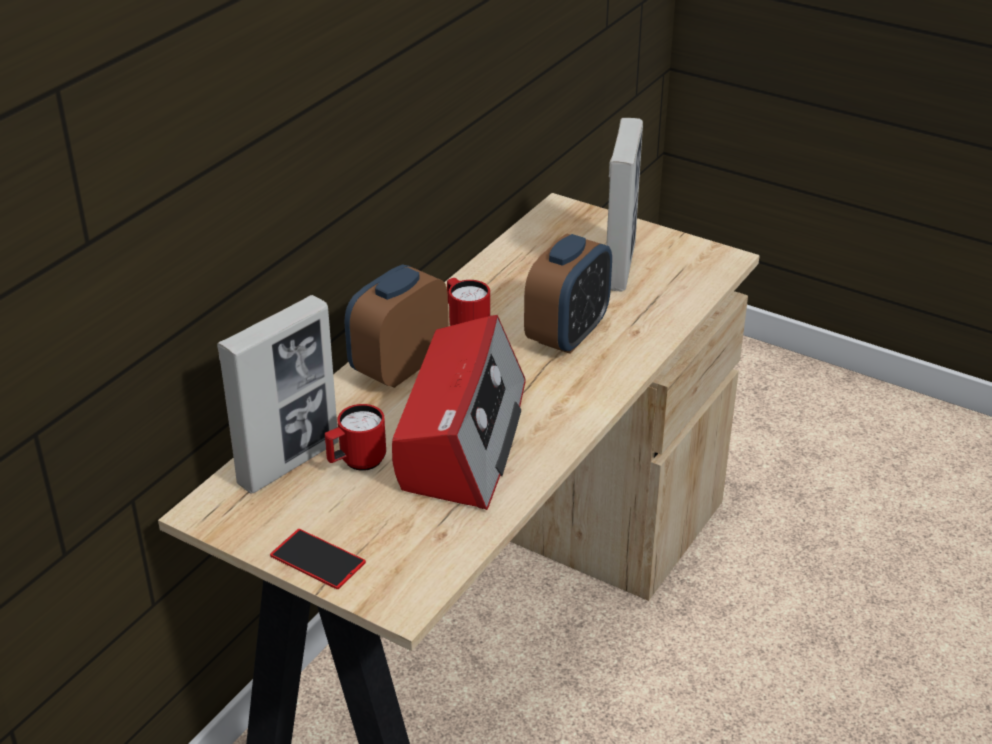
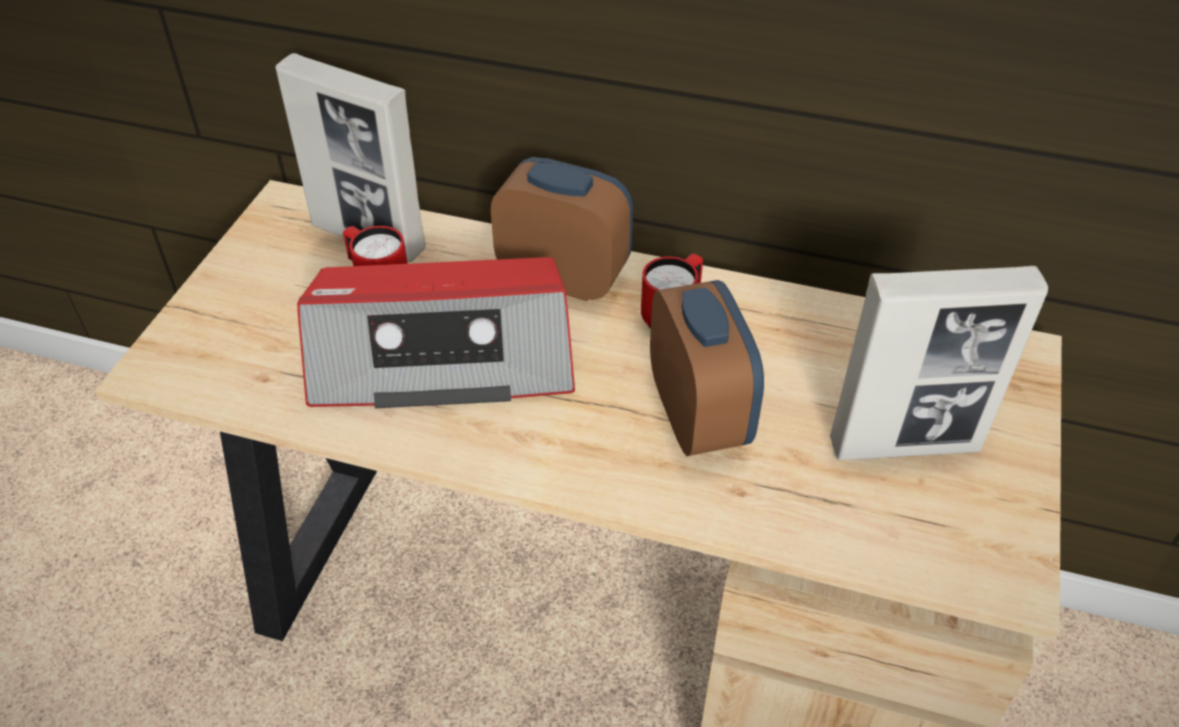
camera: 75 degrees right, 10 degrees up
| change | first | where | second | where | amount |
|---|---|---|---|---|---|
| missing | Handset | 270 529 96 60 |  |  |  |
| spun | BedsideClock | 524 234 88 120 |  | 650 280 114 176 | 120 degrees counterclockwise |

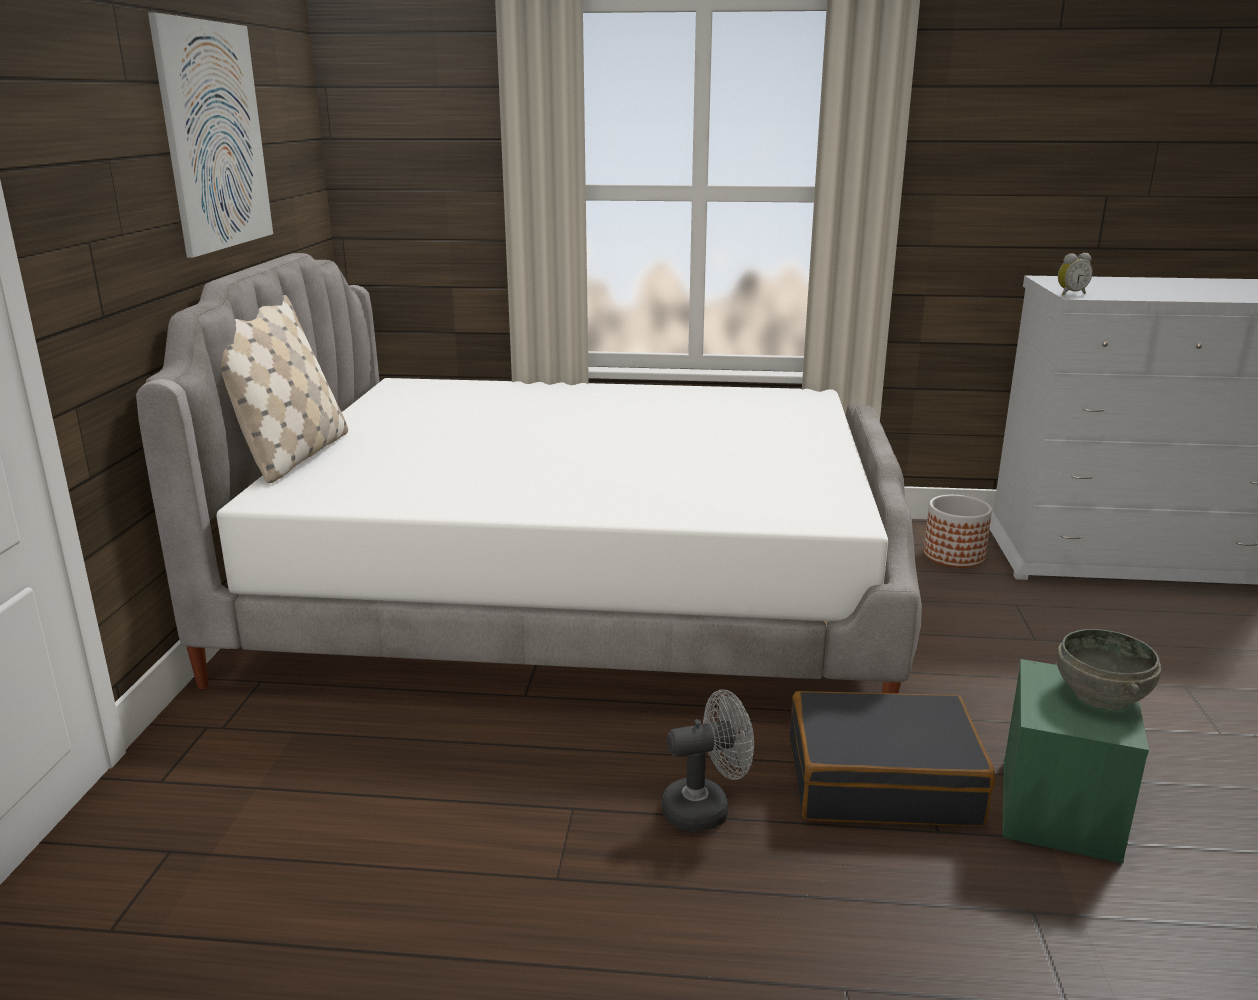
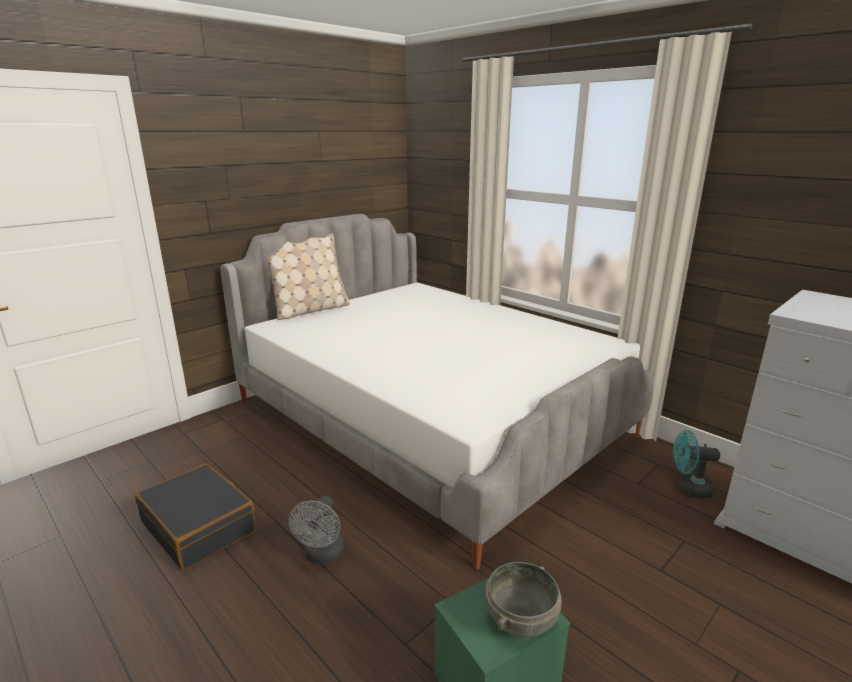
camera: 40 degrees right, 0 degrees up
| change | first | where | second | where | amount |
|---|---|---|---|---|---|
| missing | WallArt | 148 12 125 246 |  |  |  |
| missing | BedsideClock | 1058 253 35 43 |  |  |  |
| relocated | BlackishPieceOfLuggage | 790 691 205 135 |  | 135 463 121 107 |  |
| exchanged | FlowerPot | 924 495 68 73 | TurquoiseColouredCoolingFan | 673 430 47 69 |  |
| spun | GreyCoolingFan | 662 689 92 143 |  | 289 496 55 68 | 75 degrees clockwise |

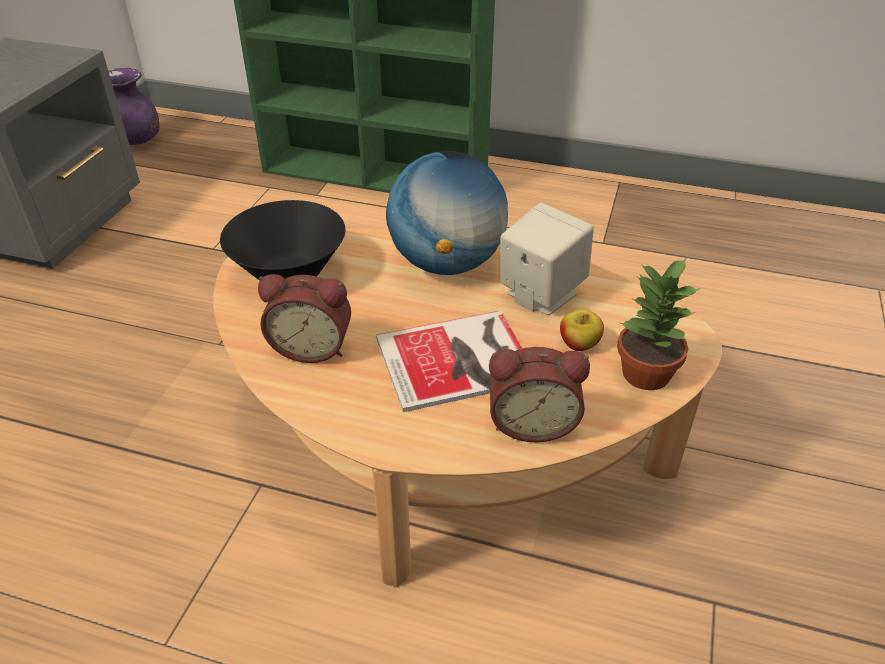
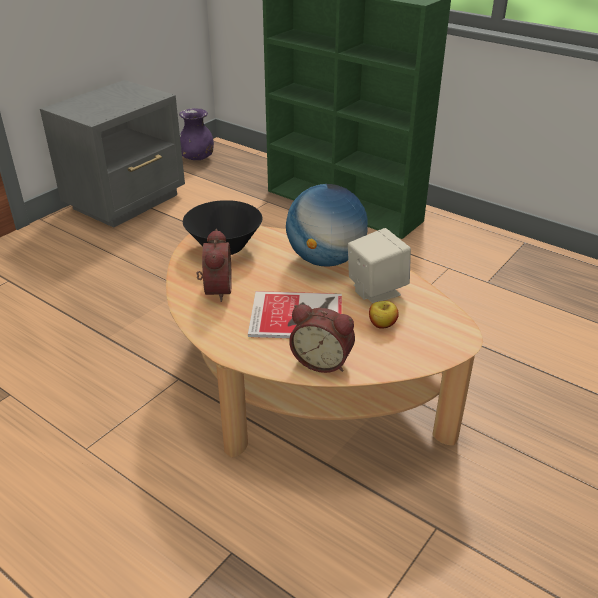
camera: 20 degrees right, 5 degrees down
| change | first | where | second | where | amount |
|---|---|---|---|---|---|
| missing | PlantInAPot | 617 257 84 133 |  |  |  |
| spun | BedsideClock | 258 274 93 89 |  | 196 229 36 73 | 120 degrees counterclockwise |

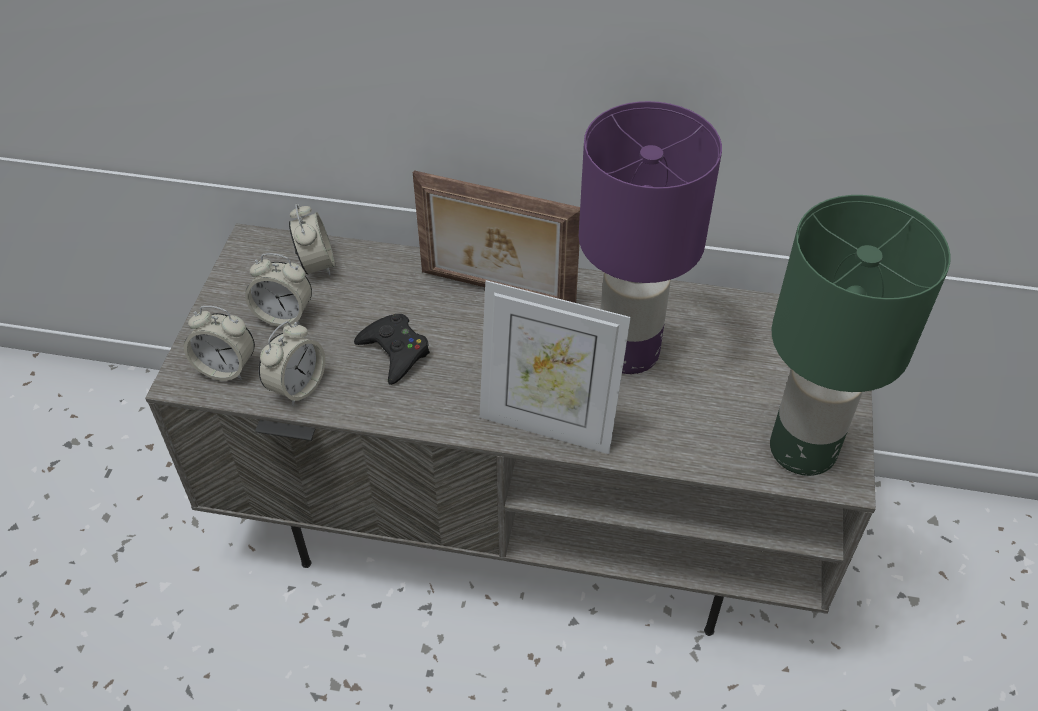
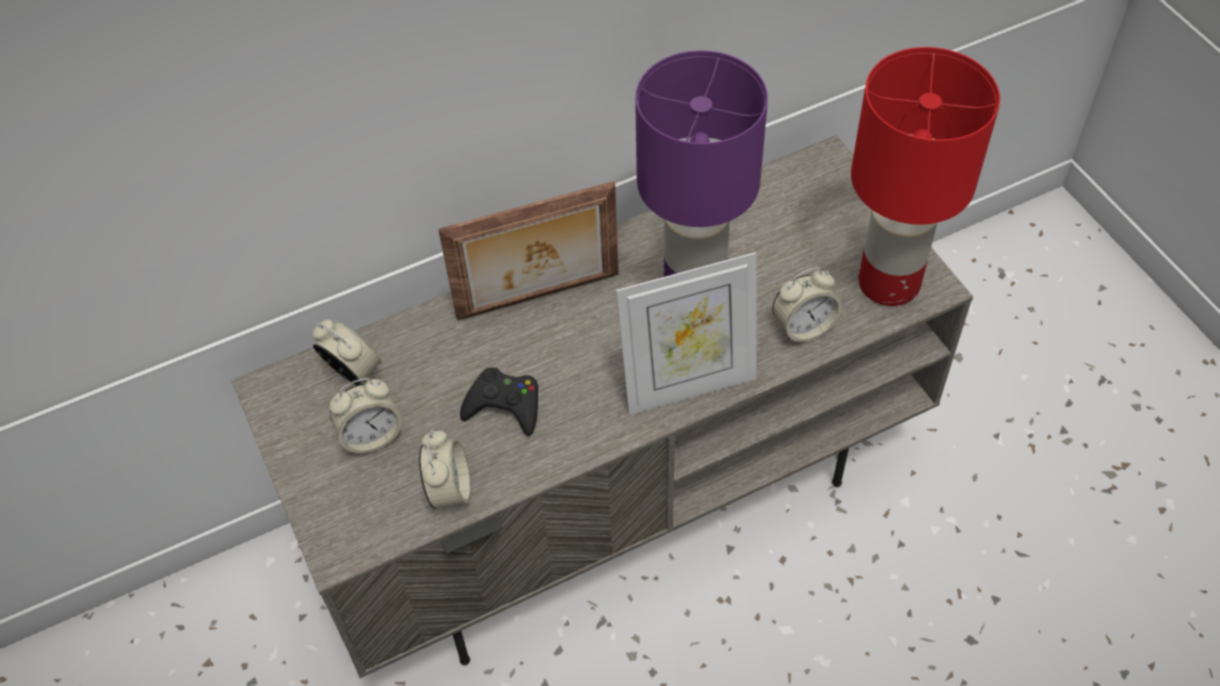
camera: 35 degrees left, 5 degrees up
| change | first | where | second | where | amount |
|---|---|---|---|---|---|
| relocated | BedsideClock | 184 306 71 75 |  | 772 268 70 75 |  |
| colour | GreenishTableLamp | 770 195 181 281 | ReddishTableLamp | 851 47 149 259 |  |

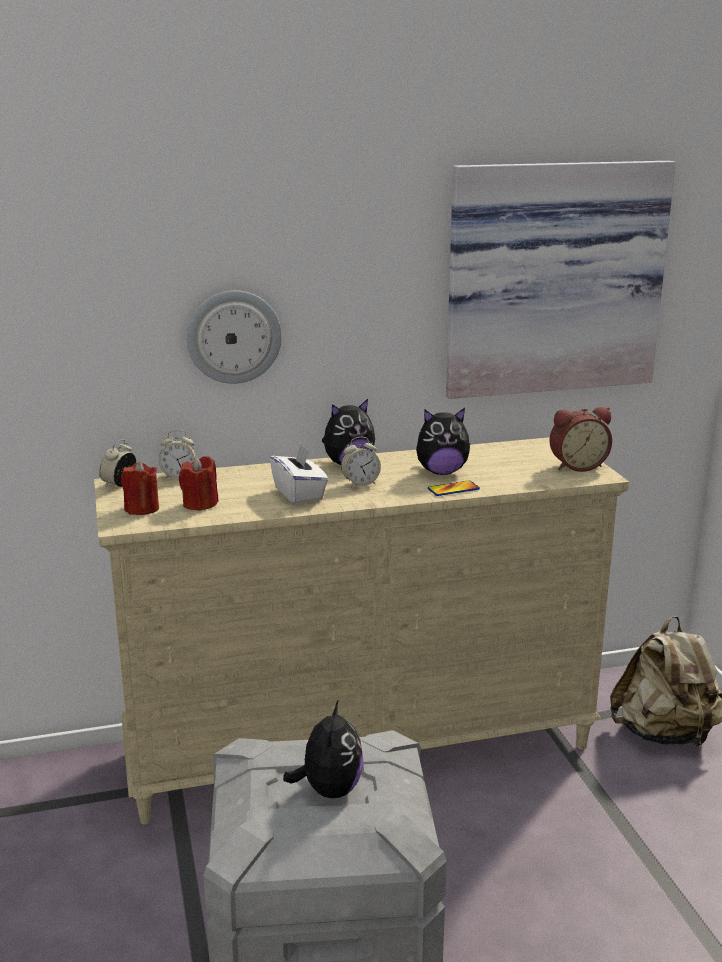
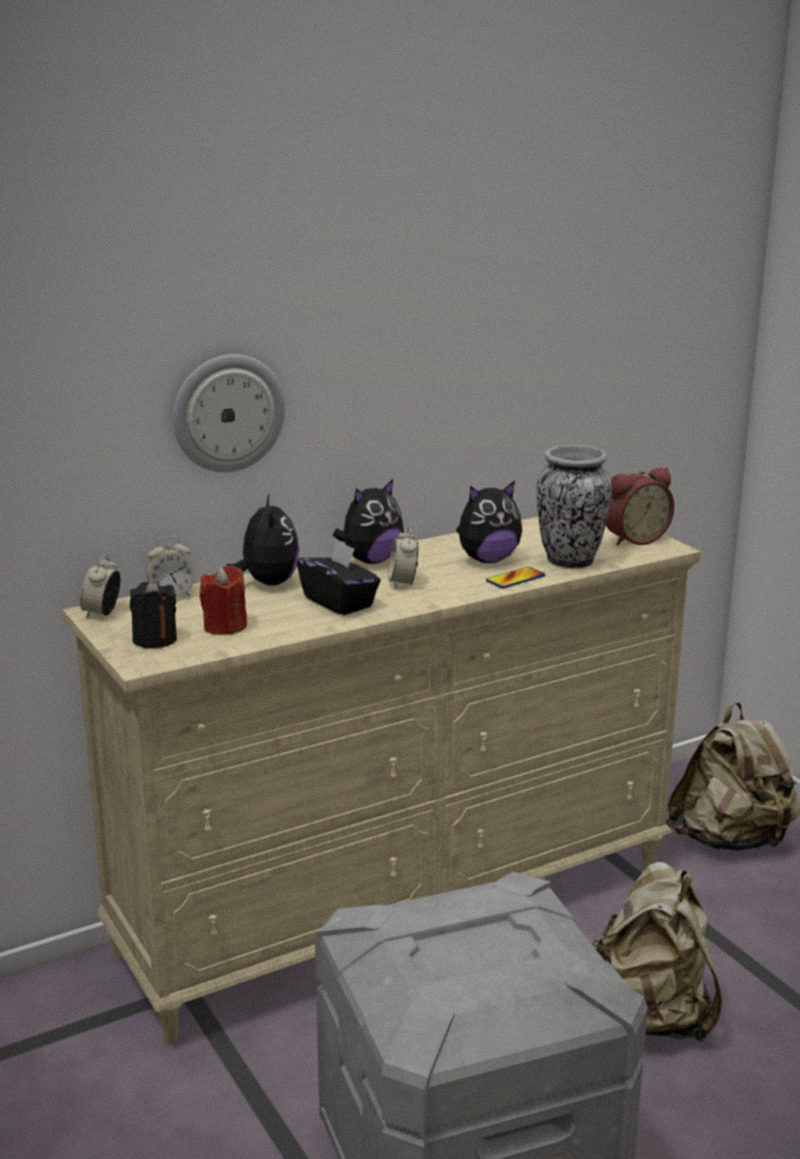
camera: 15 degrees left, 0 degrees up
| change | first | where | second | where | amount |
|---|---|---|---|---|---|
| missing | WallArt | 446 161 230 238 |  |  |  |
| appeared |  |  | FlowerVase | 536 445 76 124 |  |
| appeared |  |  | BeigeRucksack | 592 862 130 180 |  |
| relocated | CuddlyToy | 283 699 81 99 |  | 226 493 74 93 |  |
| colour | ReddishWaxCandle | 121 462 38 53 | BlackishWaxCandle | 130 580 47 69 |  |
| colour | WhiteColouredBoxOfTissues | 270 444 58 61 | BlackishBoxOfTissues | 297 540 84 75 |  |
| spun | BedsideClock | 341 437 40 50 |  | 388 526 30 62 | 120 degrees clockwise |

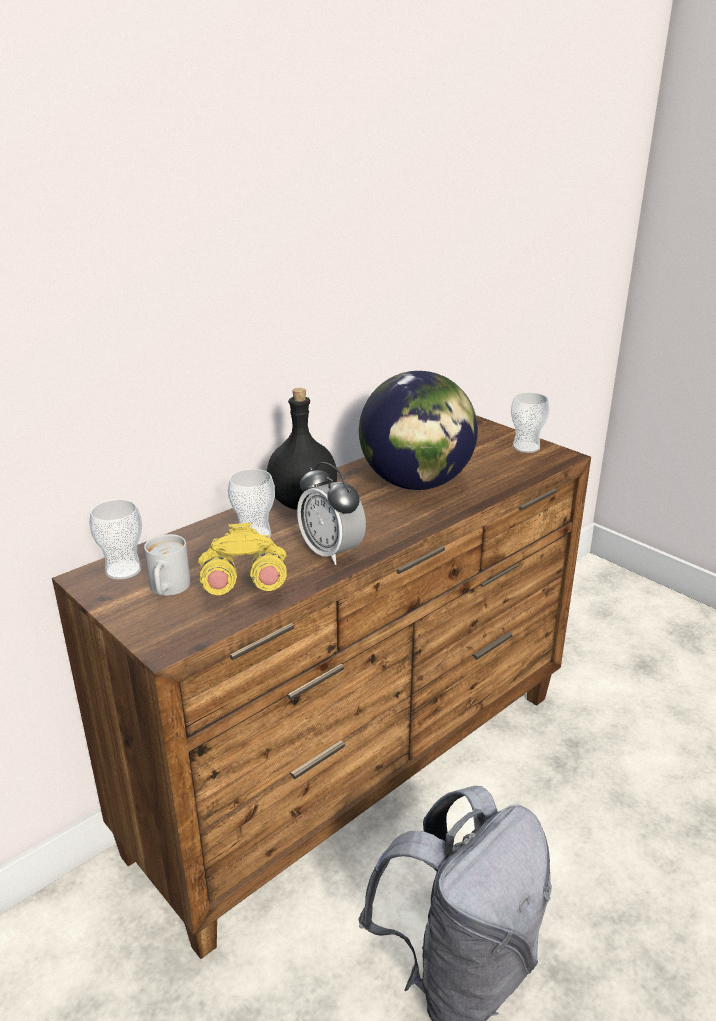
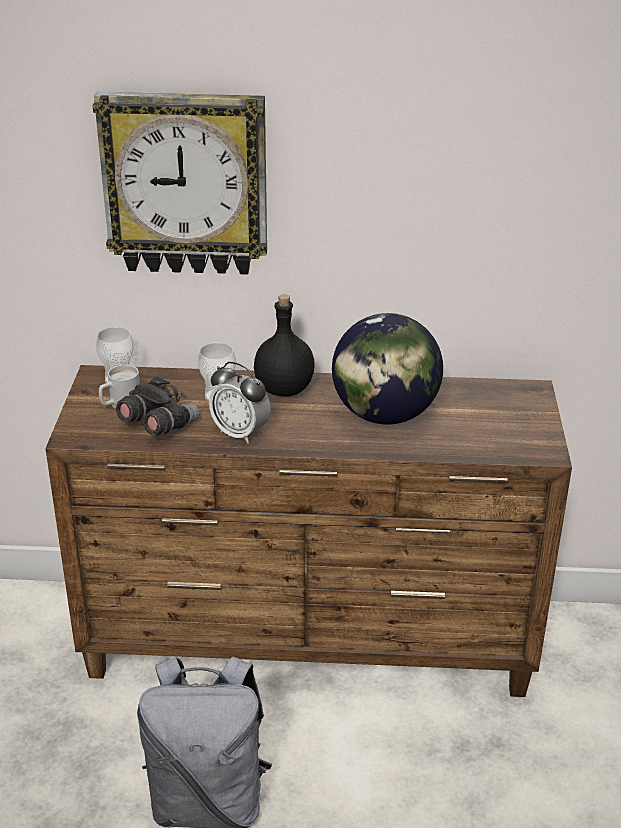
camera: 45 degrees right, 5 degrees up
| change | first | where | second | where | amount |
|---|---|---|---|---|---|
| missing | Cup | 511 392 39 61 |  |  |  |
| appeared |  |  | HangingClock | 93 92 174 183 |  |
| colour | YellowFieldGlasses | 198 523 89 72 | GreyFieldGlasses | 116 377 83 59 |  |
| spun | BedsideClock | 297 462 69 103 |  | 209 362 62 81 | 60 degrees counterclockwise |

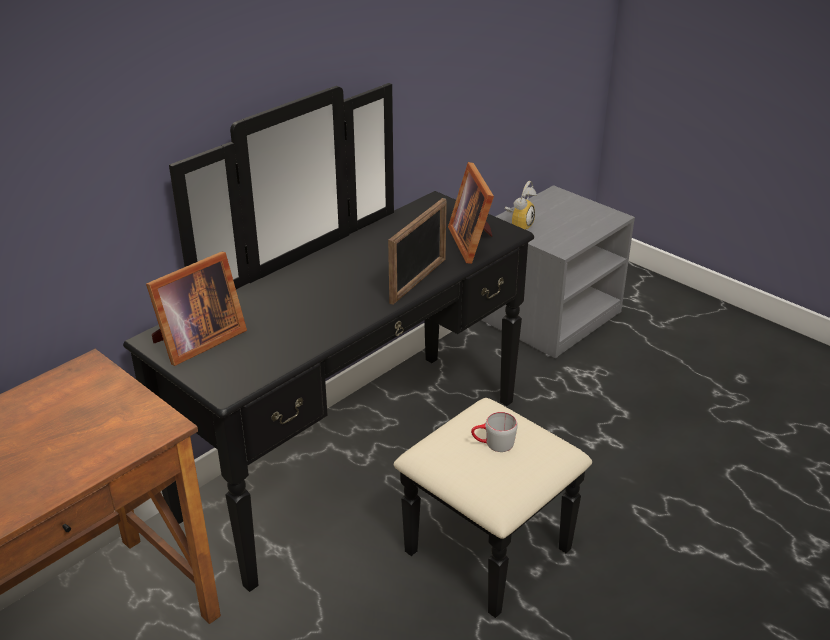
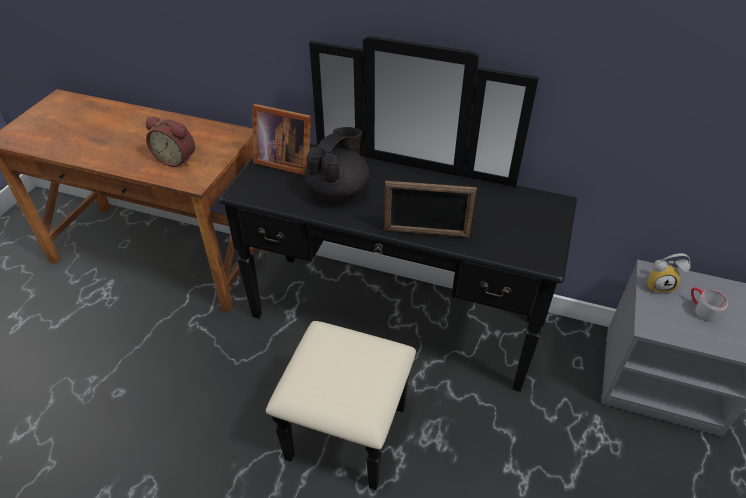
camera: 65 degrees right, 10 degrees up
| change | first | where | second | where | amount |
|---|---|---|---|---|---|
| missing | PictureFrame | 448 162 46 102 |  |  |  |
| appeared |  |  | BedsideClock | 146 117 49 50 |  |
| appeared |  |  | BlackishTeapot | 304 127 65 73 |  |
| relocated | GreyTeaMug | 471 412 47 40 |  | 691 287 37 35 |  |

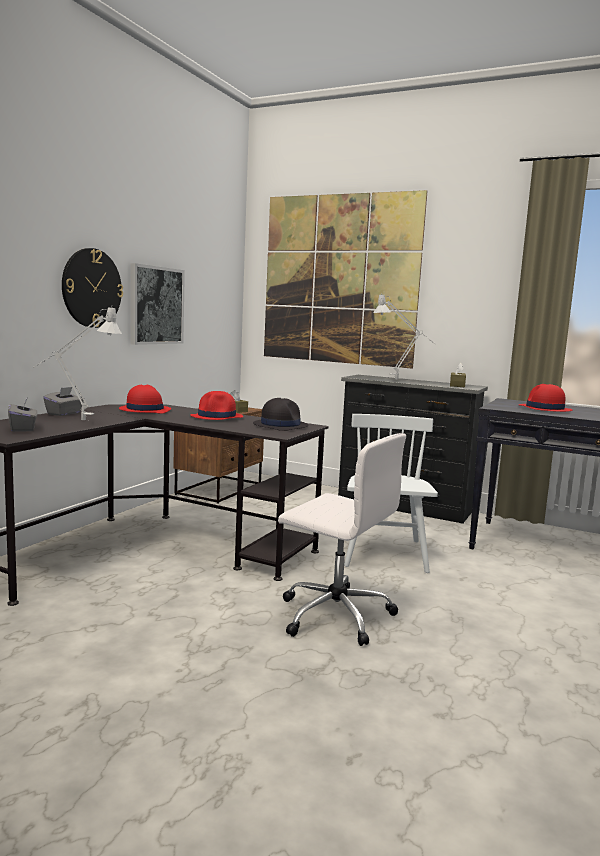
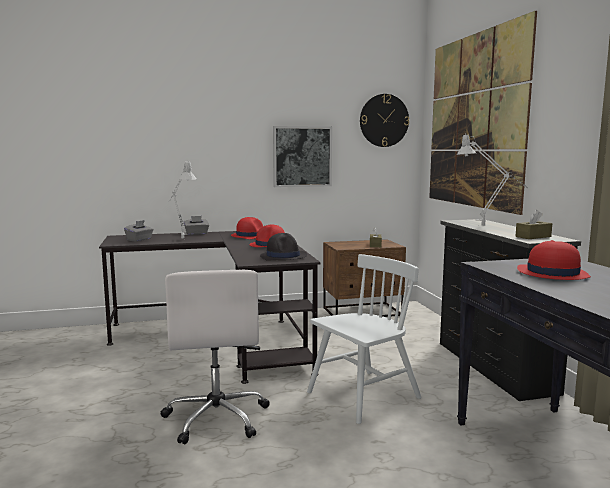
camera: 50 degrees right, 0 degrees up
| change | first | where | second | where | amount |
|---|---|---|---|---|---|
| relocated | HangingClock | 62 248 61 80 |  | 360 94 49 53 |  |

